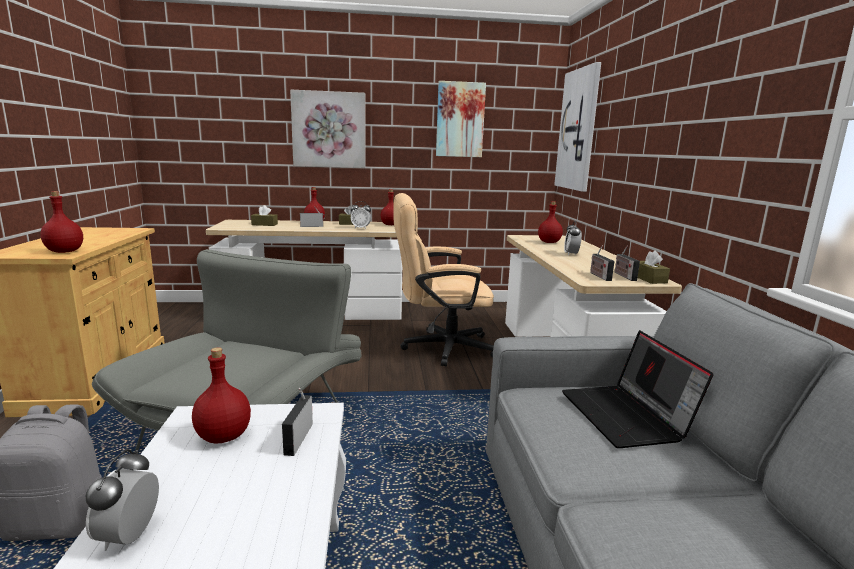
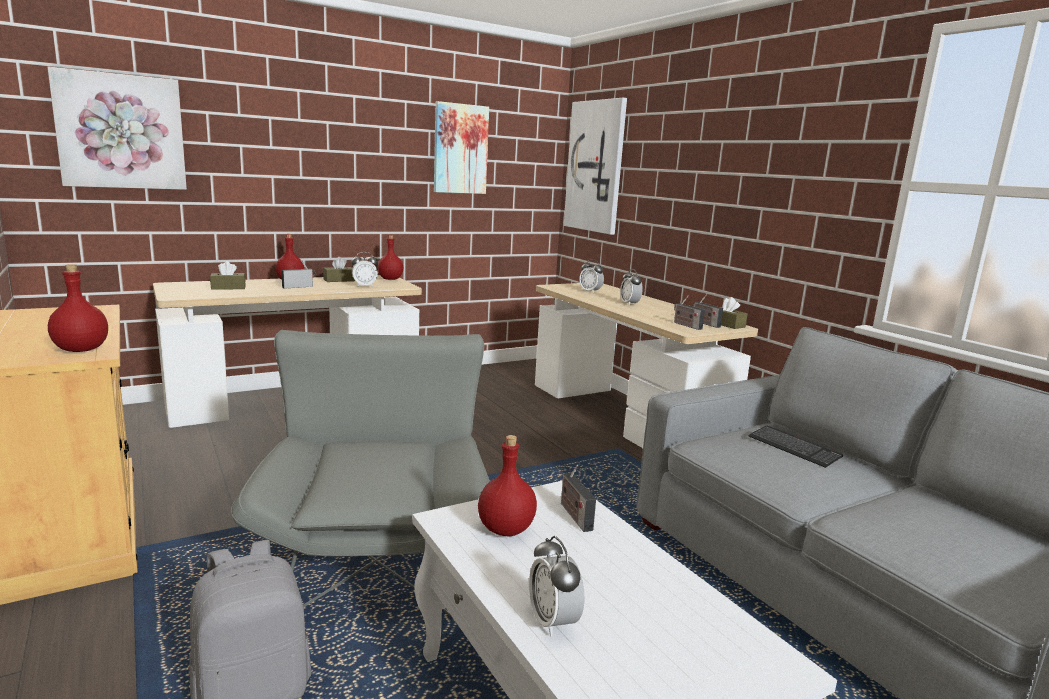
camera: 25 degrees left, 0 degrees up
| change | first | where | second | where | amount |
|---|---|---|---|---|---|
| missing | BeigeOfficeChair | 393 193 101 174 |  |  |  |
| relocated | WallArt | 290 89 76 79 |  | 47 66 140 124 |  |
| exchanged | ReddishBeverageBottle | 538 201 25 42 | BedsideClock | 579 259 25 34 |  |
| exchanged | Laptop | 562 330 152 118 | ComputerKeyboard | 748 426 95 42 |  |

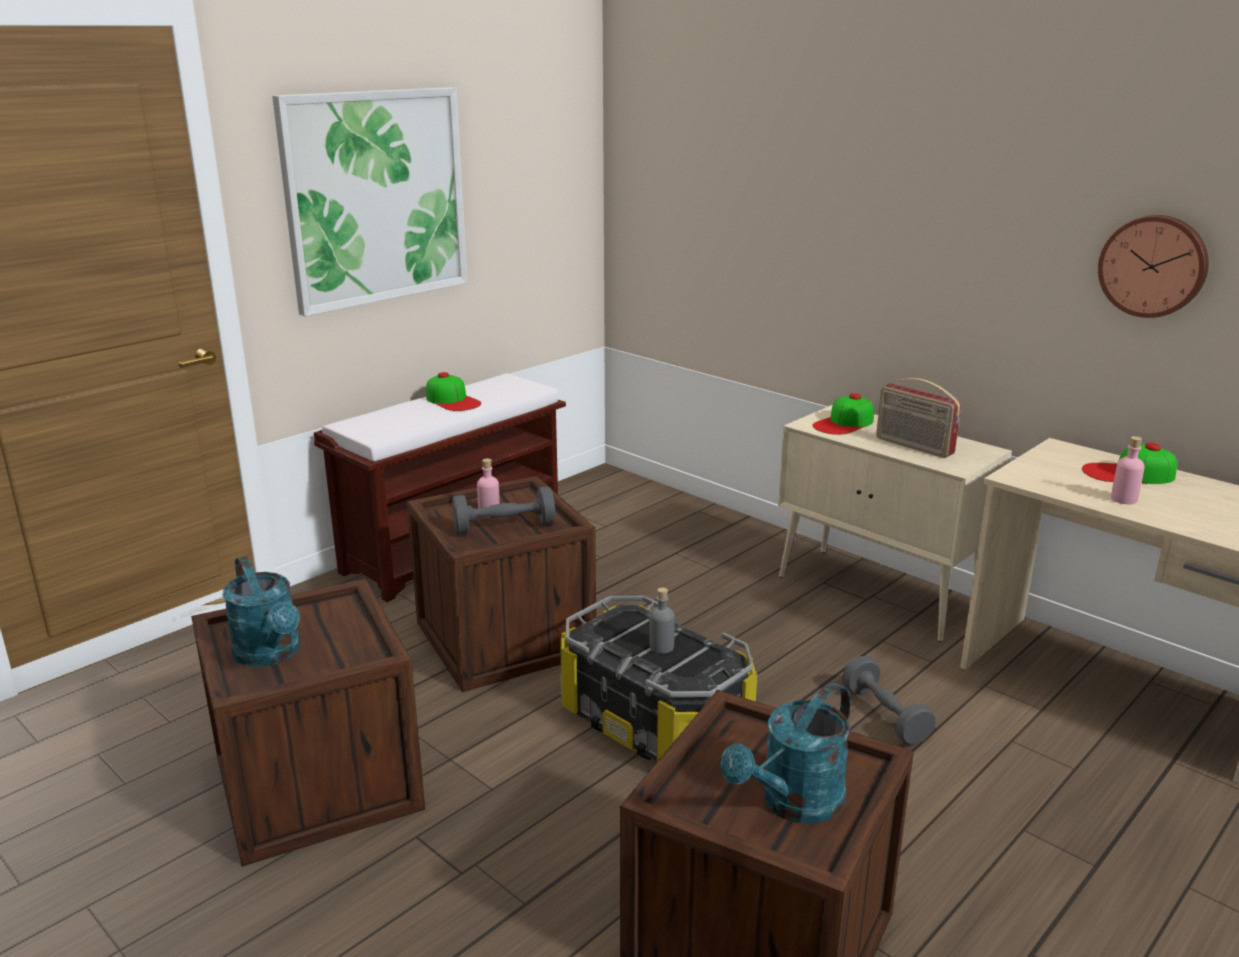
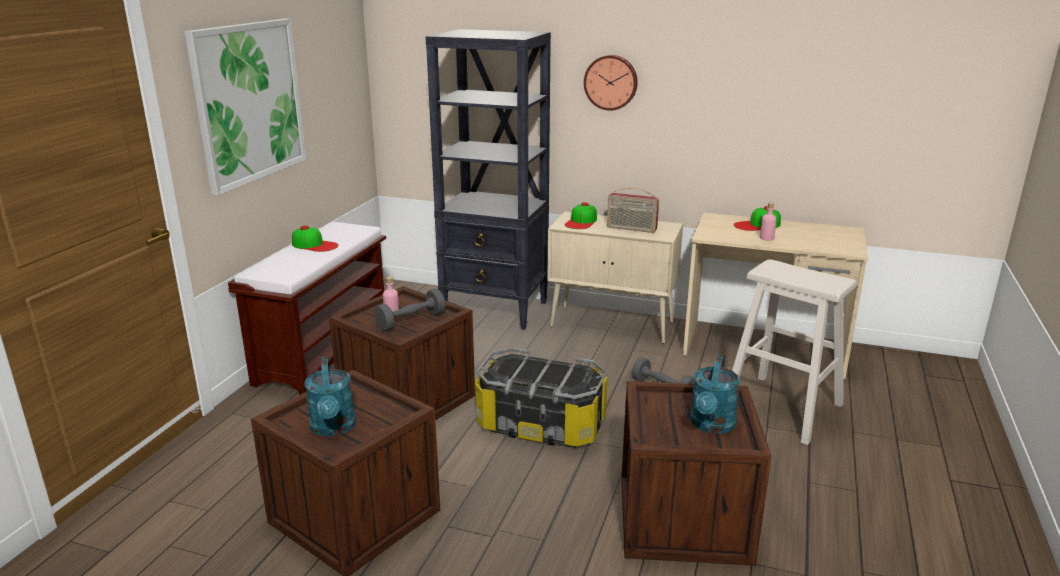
camera: 25 degrees left, 0 degrees up
| change | first | where | second | where | amount |
|---|---|---|---|---|---|
| missing | GreyBeverageBottle | 650 587 25 67 |  |  |  |
| appeared |  |  | BlackishBookshelf | 425 29 126 301 |  |
| appeared |  |  | BeigeStoolSeat | 732 259 125 186 |  |
| relocated | HangingClock | 1098 215 111 103 |  | 584 55 54 56 |  |
| spun | TurquoiseColouredWateringPot | 222 556 78 111 |  | 305 356 51 80 | 45 degrees clockwise |

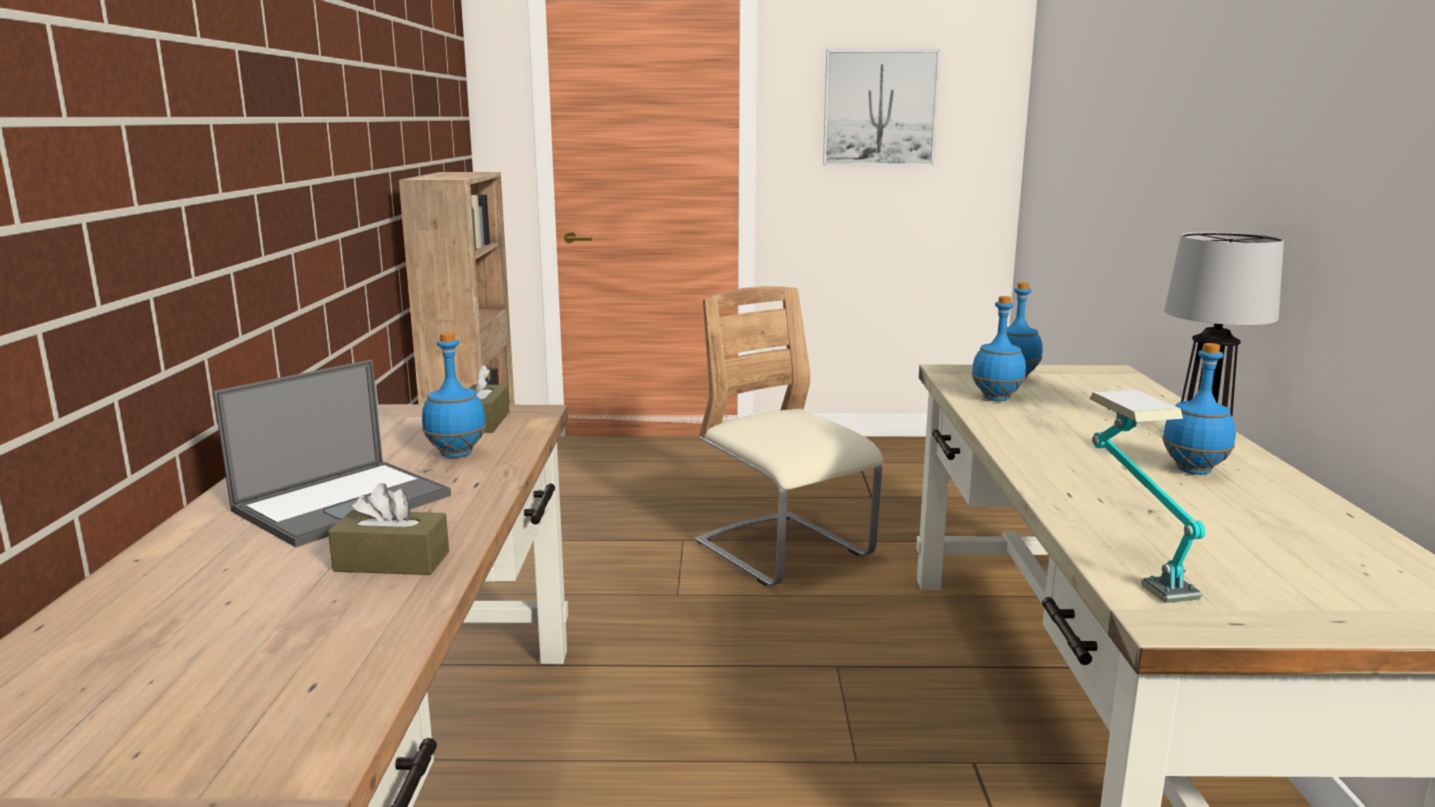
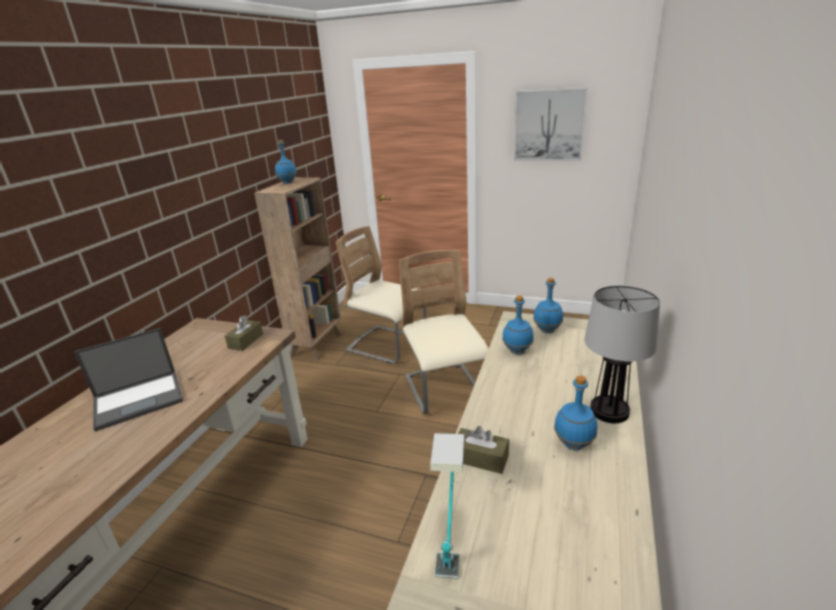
camera: 20 degrees right, 10 degrees up
| change | first | where | second | where | amount |
|---|---|---|---|---|---|
| appeared |  |  | BeigePlainChair | 336 226 90 138 |  |
| relocated | BrownishBoxOfTissues | 328 483 121 92 |  | 458 426 51 48 |  |
| relocated | BlueBeverageBottle | 422 332 65 126 |  | 275 140 22 44 |  |

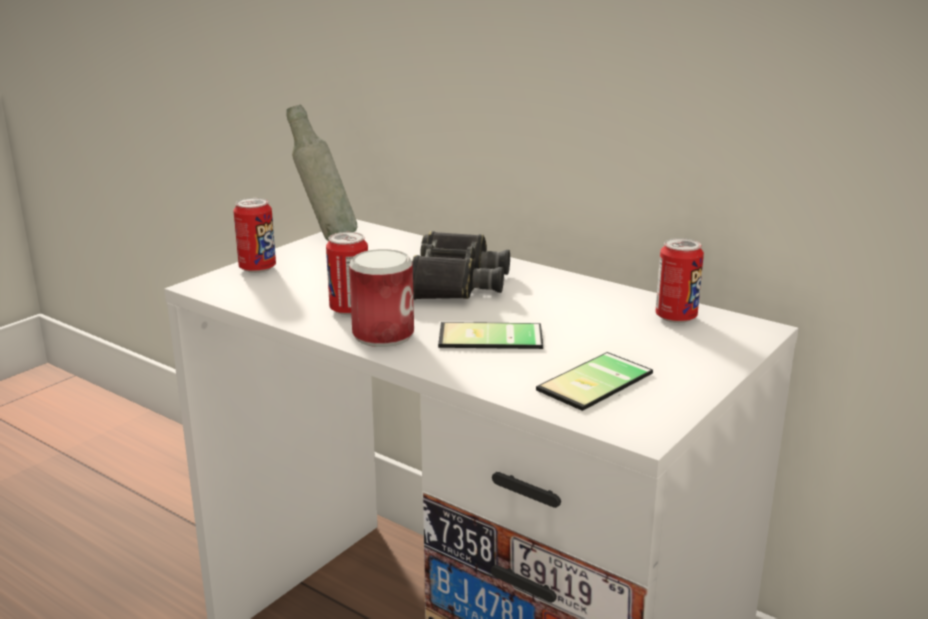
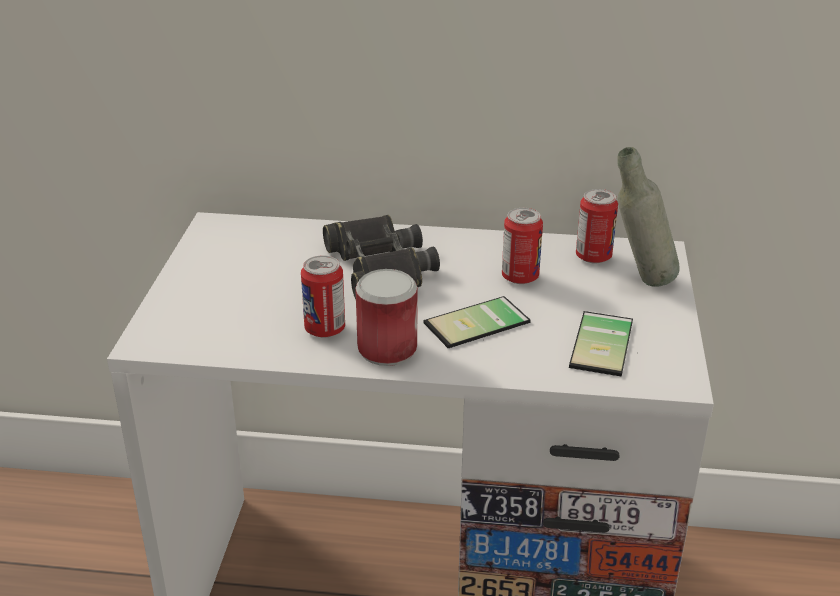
camera: 30 degrees left, 10 degrees up
| change | first | where | second | where | amount |
|---|---|---|---|---|---|
| relocated | Can | 233 198 43 75 |  | 502 208 41 76 |  |
| relocated | GreyBeverageBottle | 286 104 71 137 |  | 618 147 62 140 |  |

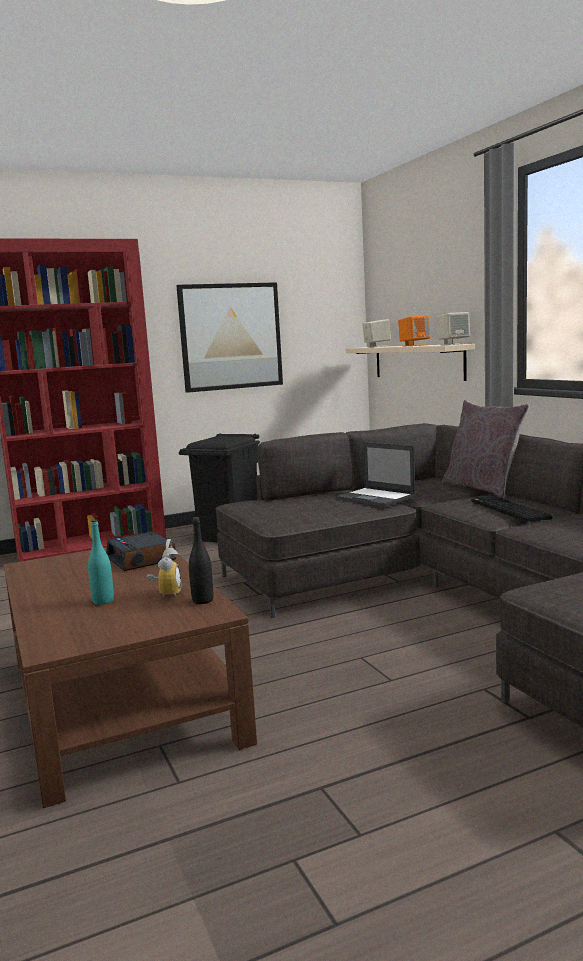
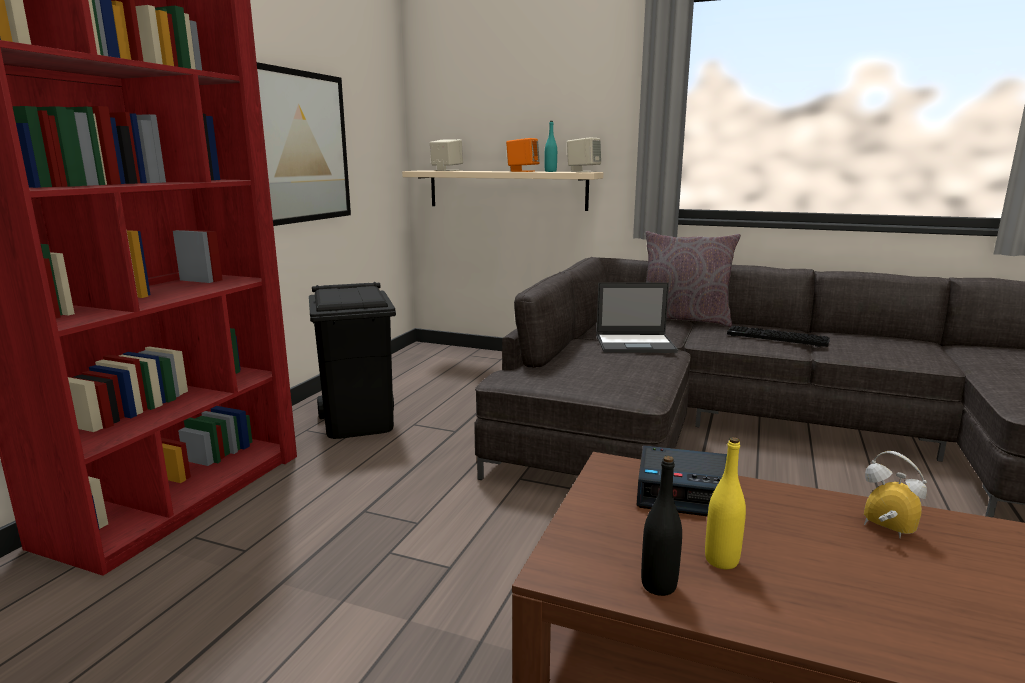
camera: 45 degrees left, 5 degrees up
| change | first | where | second | where | amount |
|---|---|---|---|---|---|
| appeared |  |  | YellowBeverageBottle | 705 437 41 132 |  |
| relocated | TurquoiseColouredBeverageBottle | 88 519 26 86 |  | 545 121 12 51 |  |
| relocated | BlackishBeverageBottle | 189 517 24 87 |  | 641 456 41 140 |  |

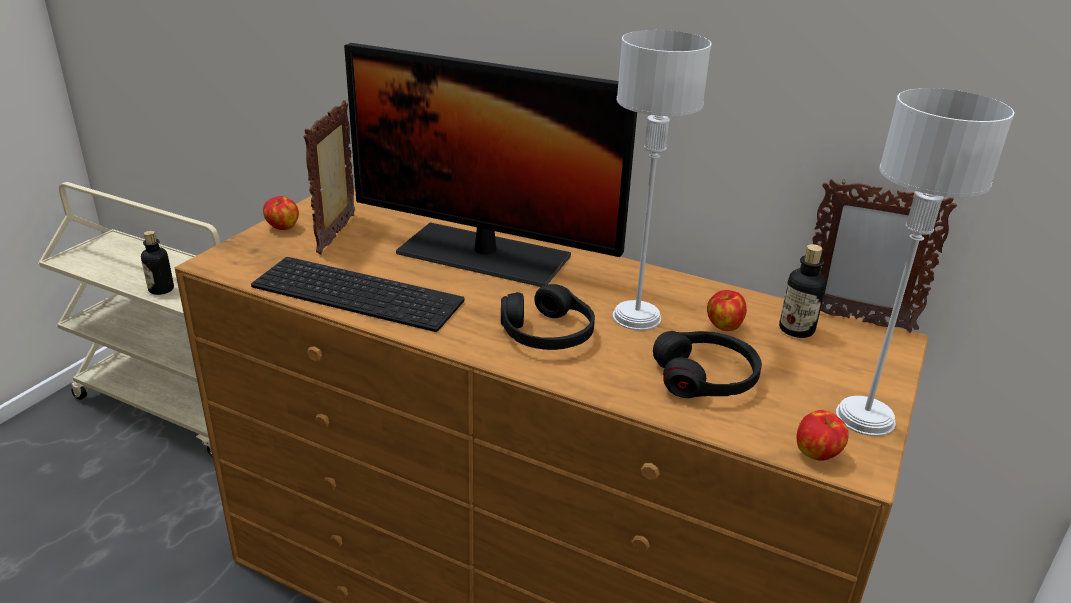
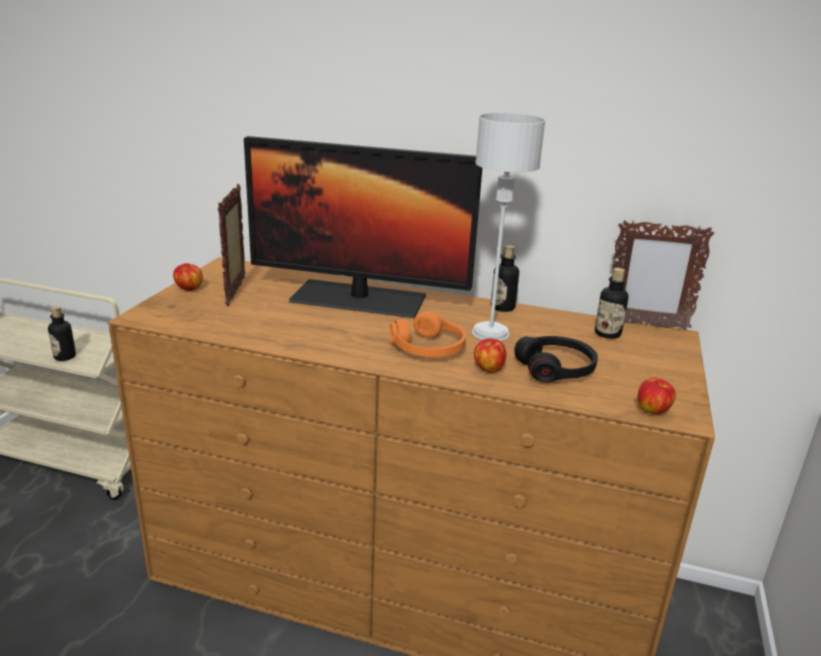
camera: 10 degrees left, 5 degrees down
| change | first | where | second | where | amount |
|---|---|---|---|---|---|
| missing | ComputerKeyboard | 251 257 214 75 |  |  |  |
| missing | GreyTableLamp | 836 88 179 348 |  |  |  |
| appeared |  |  | BeverageBottle | 491 245 28 67 |  |
| relocated | Apple | 707 290 40 41 |  | 474 338 32 35 |  |
| colour | BlackishHeadphones | 501 284 94 66 | OrangeyHeadphones | 390 312 76 45 |  |

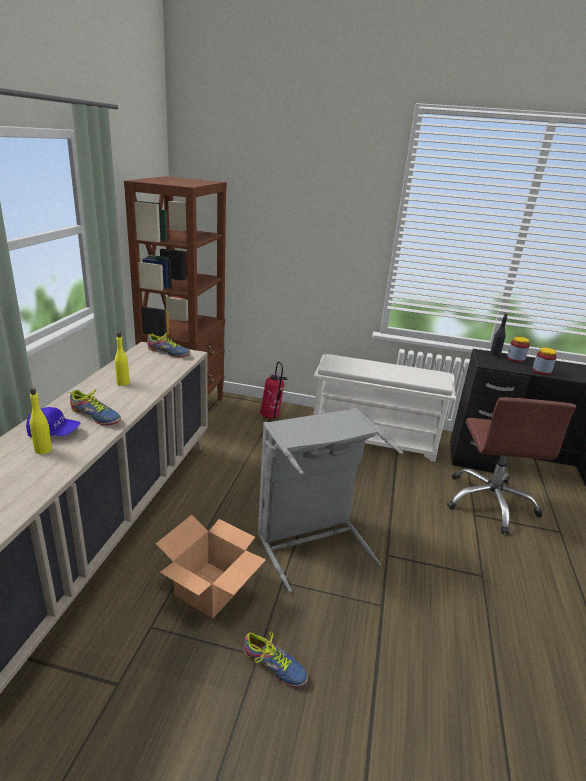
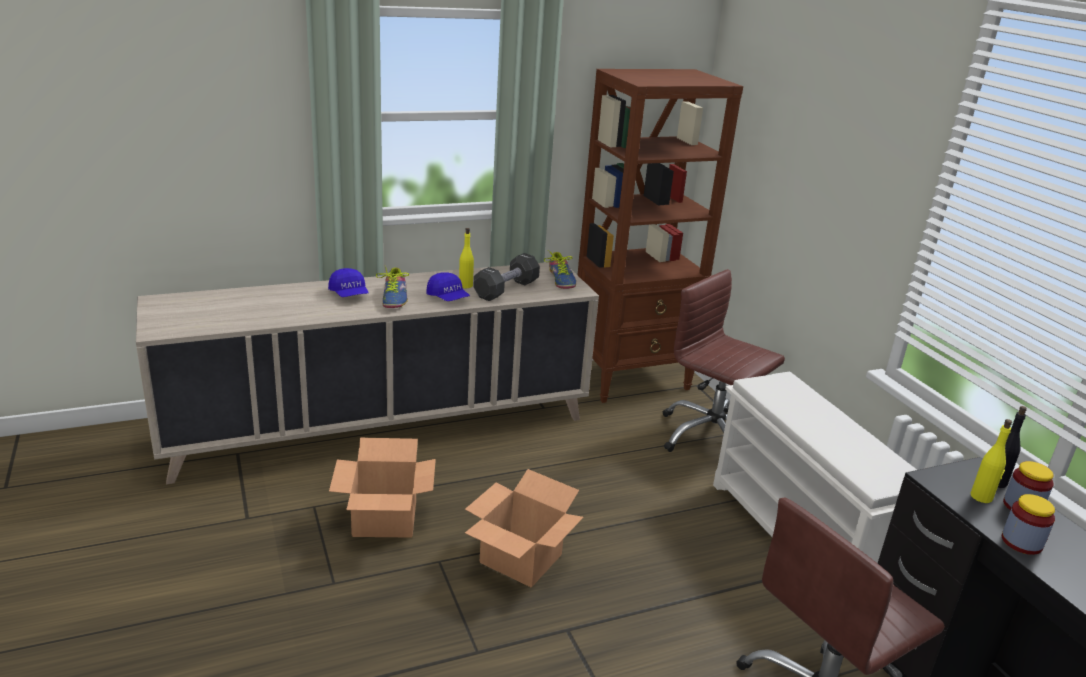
camera: 55 degrees right, 0 degrees up
| change | first | where | second | where | amount |
|---|---|---|---|---|---|
| missing | ItemOfFootwear | 244 632 64 55 |  |  |  |
| appeared |  |  | BluePeakedCap | 426 272 44 29 |  |
| appeared |  |  | BlackishFreeWeight | 473 253 67 48 |  |
| relocated | YellowBeverageBottle | 30 388 22 67 |  | 971 419 41 84 |  |
| exchanged | GreyHamper | 257 408 146 185 | Carton | 465 469 118 118 |  |
| exchanged | Extinguisher | 260 362 27 57 | BrownishOfficeChair | 663 269 122 183 |  |

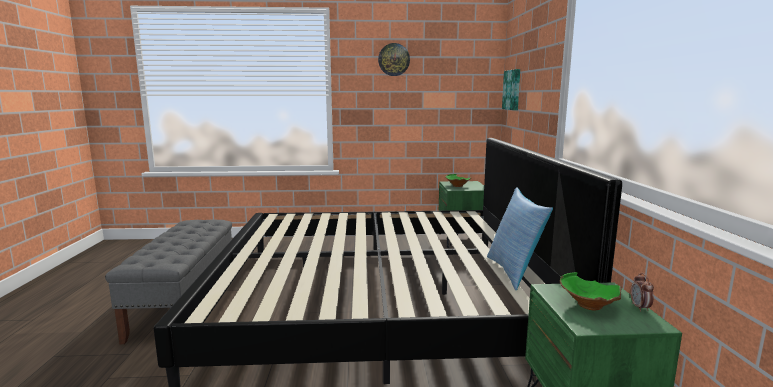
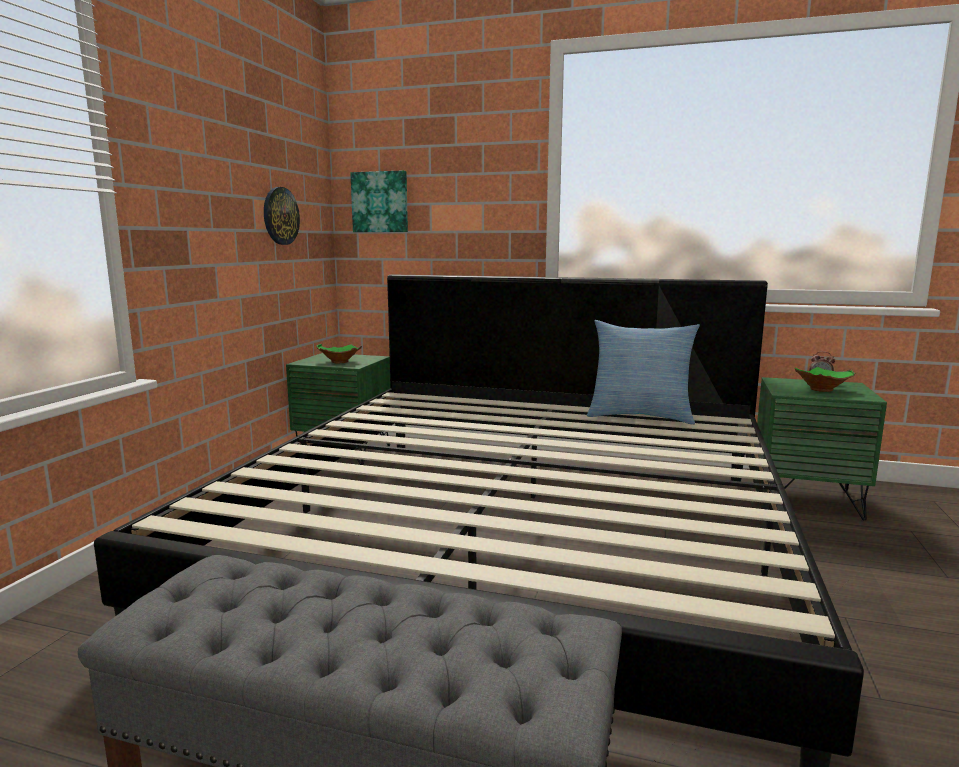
camera: 70 degrees left, 0 degrees up
| change | first | where | second | where | amount |
|---|---|---|---|---|---|
| relocated | HangingClock | 378 43 32 33 |  | 264 187 36 58 |  |

